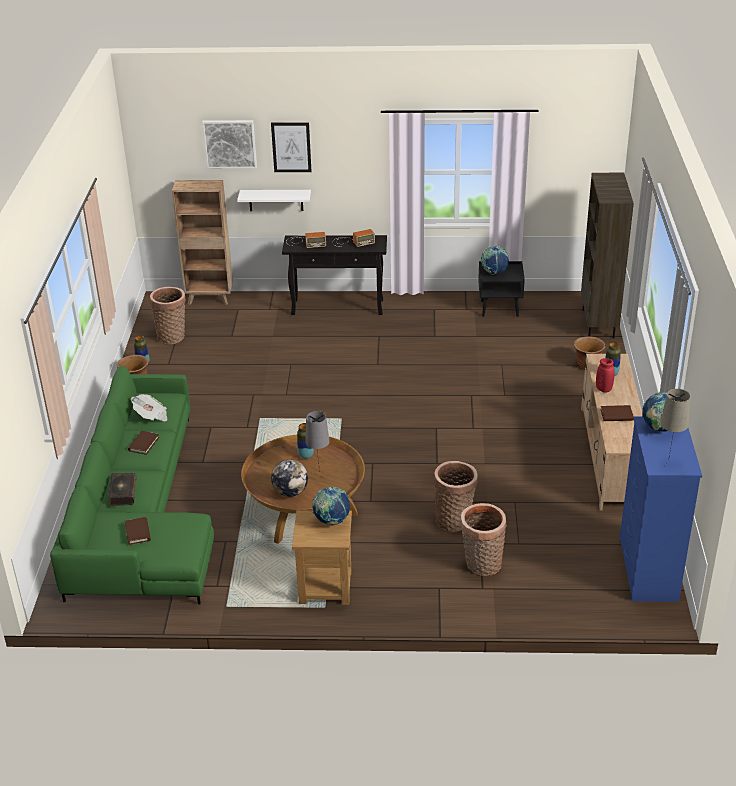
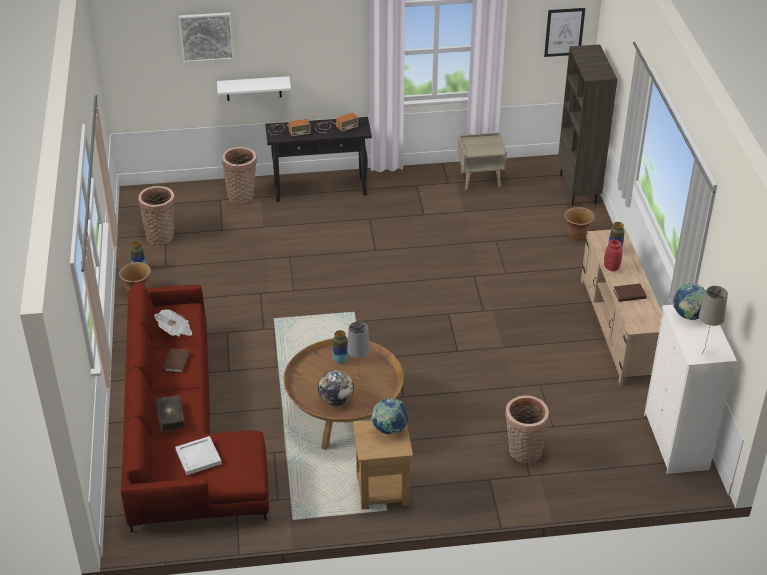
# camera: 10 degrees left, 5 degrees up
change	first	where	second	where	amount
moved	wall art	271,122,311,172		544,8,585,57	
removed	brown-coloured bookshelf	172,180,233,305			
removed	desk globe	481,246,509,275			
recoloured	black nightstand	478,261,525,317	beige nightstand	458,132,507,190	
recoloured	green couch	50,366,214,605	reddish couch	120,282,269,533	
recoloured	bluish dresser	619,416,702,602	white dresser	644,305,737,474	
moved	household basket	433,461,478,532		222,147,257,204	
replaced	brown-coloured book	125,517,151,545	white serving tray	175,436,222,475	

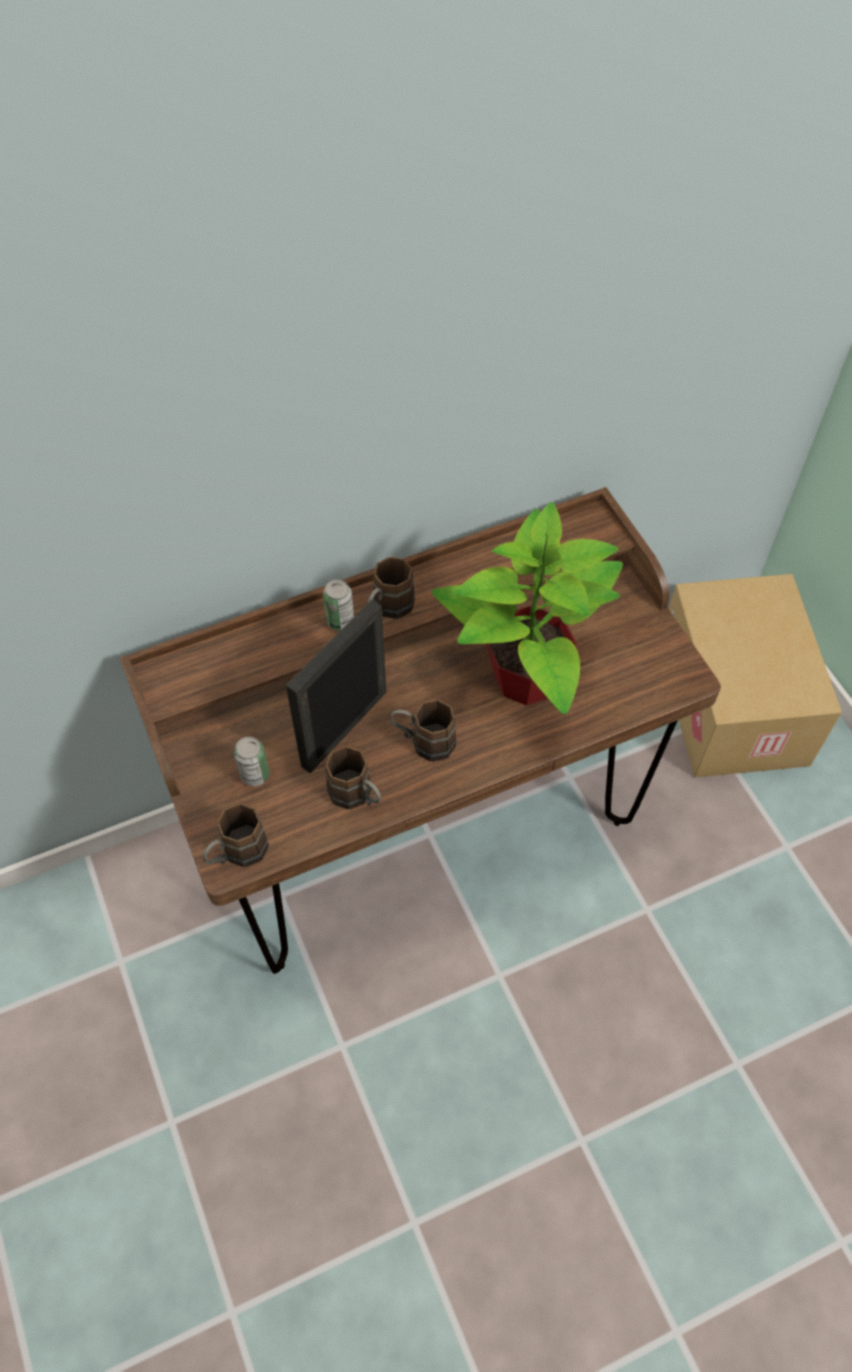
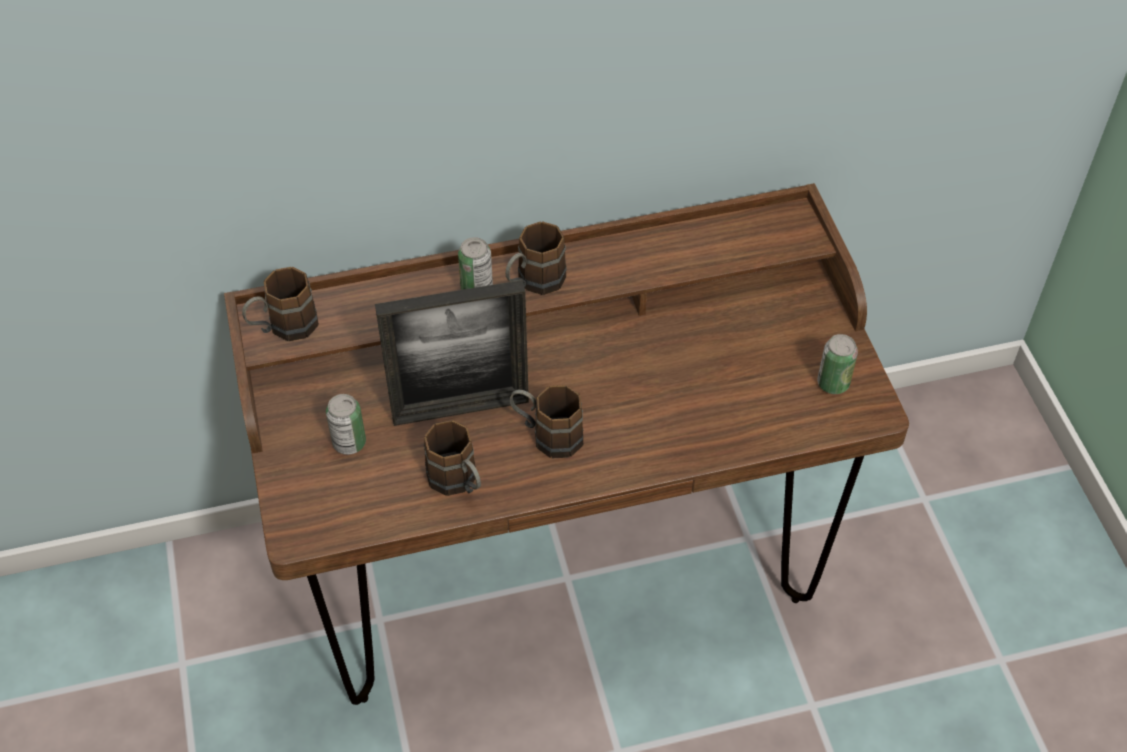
# camera: 10 degrees right, 5 degrees down
change	first	where	second	where	amount
removed	potted plant	432,502,623,714			
removed	packing box	669,574,842,778			
turned	photo frame	286,600,386,773		375,280,529,426	150 degrees counterclockwise
moved	brown-coloured tea mug	203,803,269,867		242,267,319,341	
added			metal can	817,334,858,394	

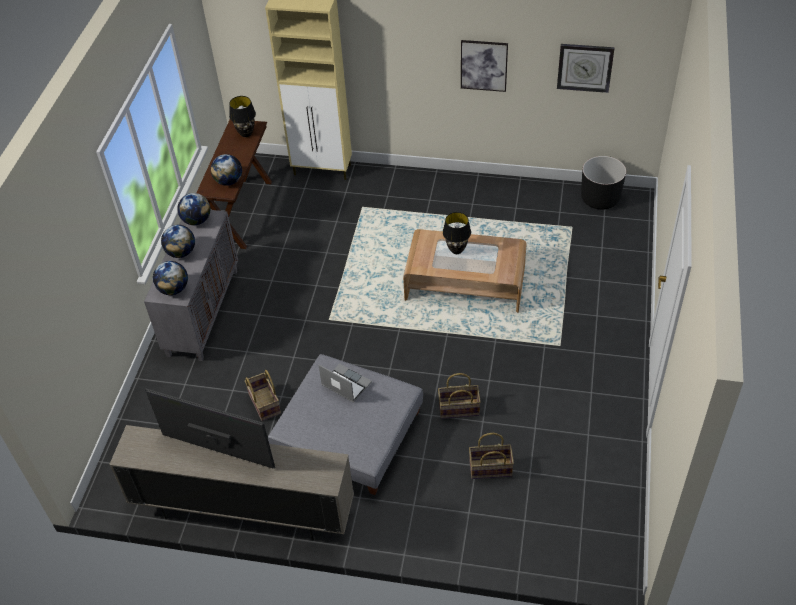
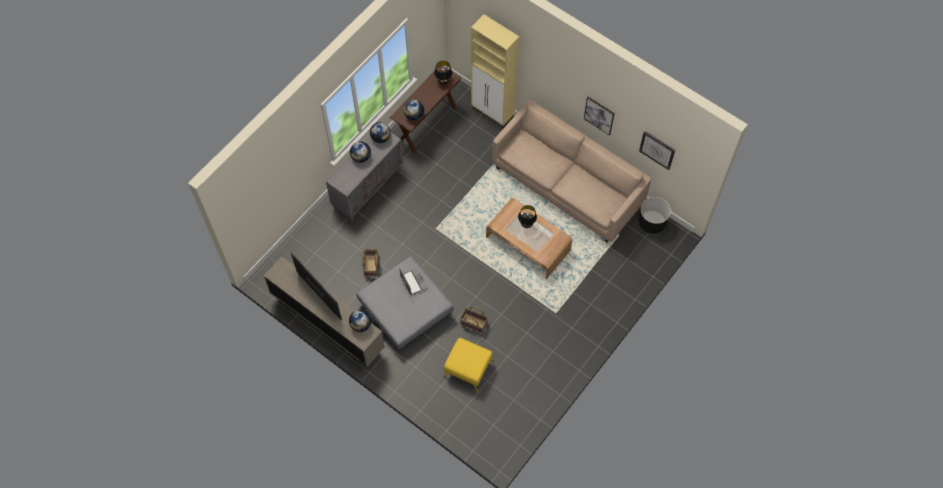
# camera: 25 degrees right, 15 degrees up
change	first	where	second	where	amount
moved	desk globe	153,261,188,295		349,309,372,332	
replaced	household basket	469,433,514,479	yellow-coloured ottoman	443,338,493,392	
added			beige couch	492,100,651,243	

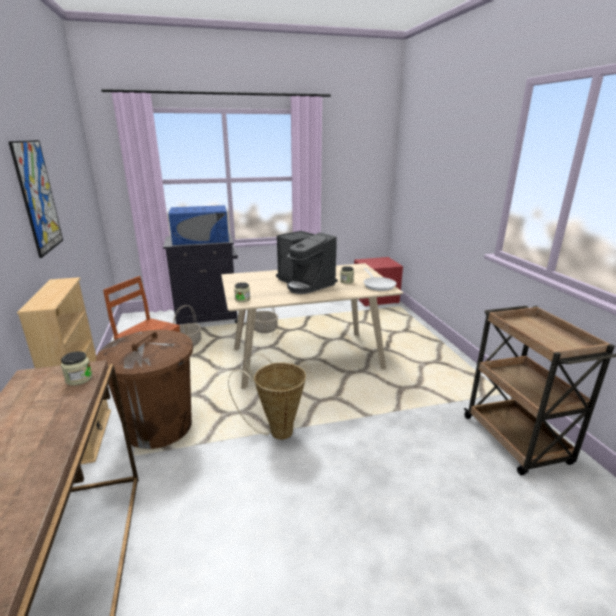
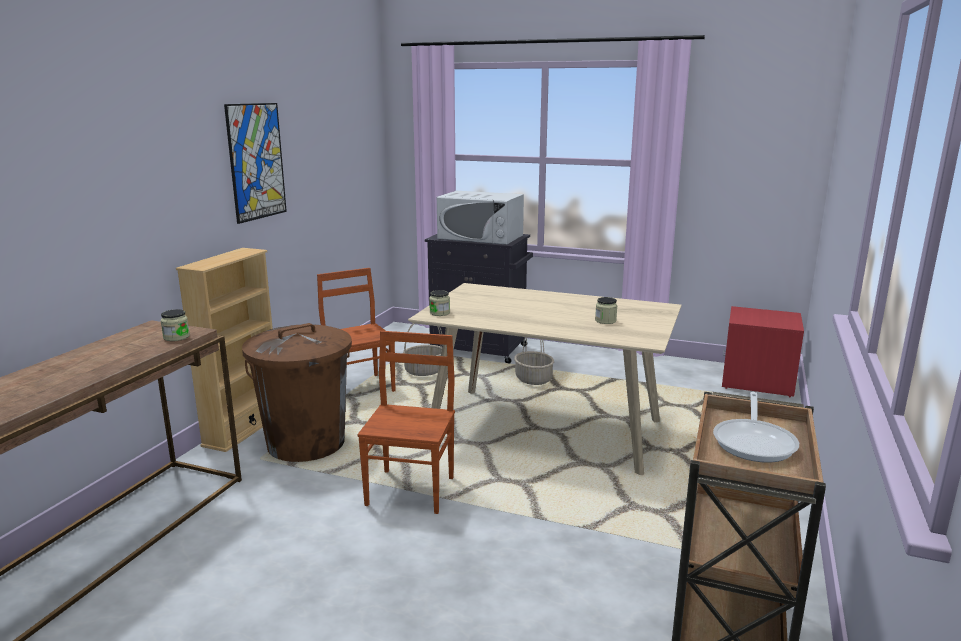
# camera: 35 degrees right, 5 degrees down
change	first	where	second	where	amount
recoloured	bluish microwave oven	168,205,229,245	white microwave oven	437,191,524,244	
removed	coffee brewer	276,231,338,294			
moved	pan	363,268,396,291		713,392,799,463	
replaced	household basket	228,354,306,440	brown-coloured chair	357,331,455,514	

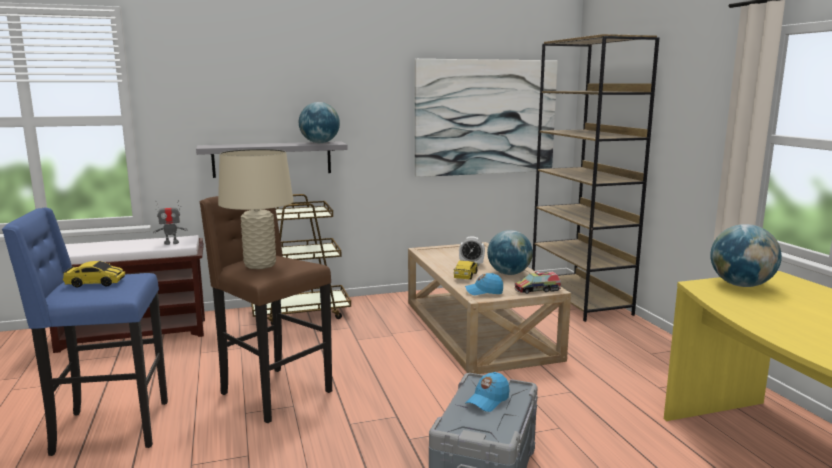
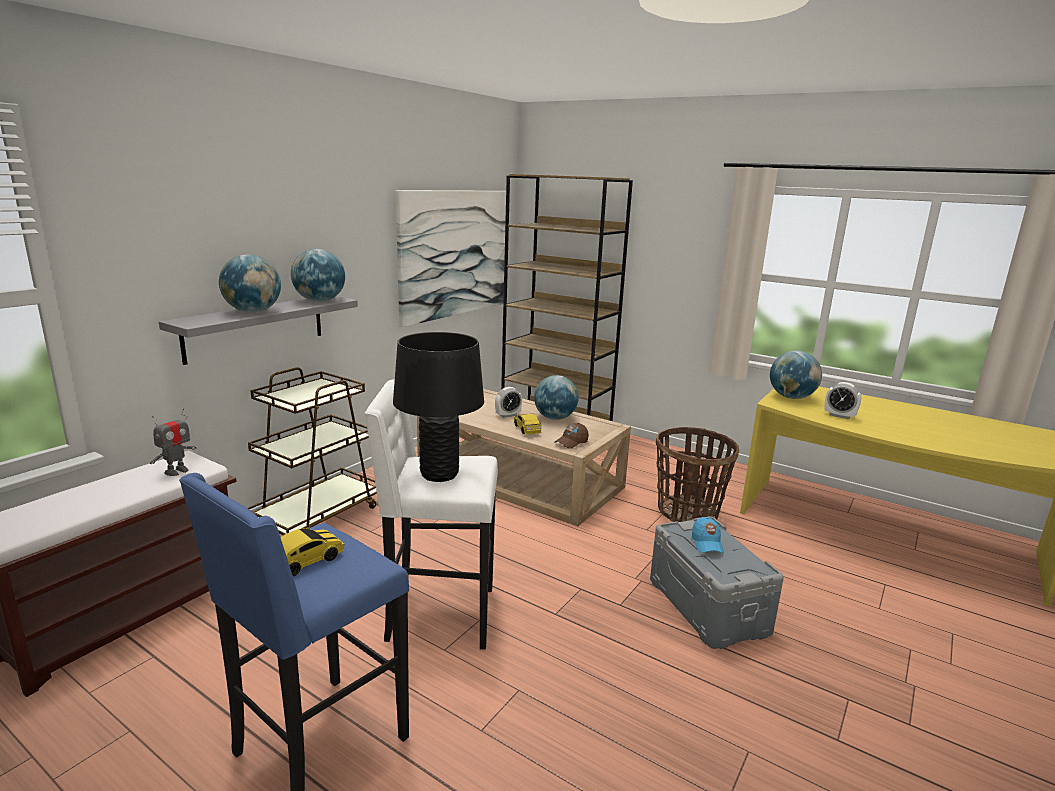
# camera: 40 degrees left, 5 degrees up
change	first	where	second	where	amount
recoloured	beige lamp for a table	218,149,293,269	black lamp for a table	393,332,484,482	
recoloured	brown-coloured stool seat	199,196,332,423	white stool seat	365,379,498,649	
removed	toy lorry	514,271,561,294			
recoloured	bluish cap	465,273,503,295	brown-coloured cap	555,423,589,449	
added			desk globe	219,254,281,313	
added			table clock	825,382,862,420	
added			household basket	656,427,739,522	

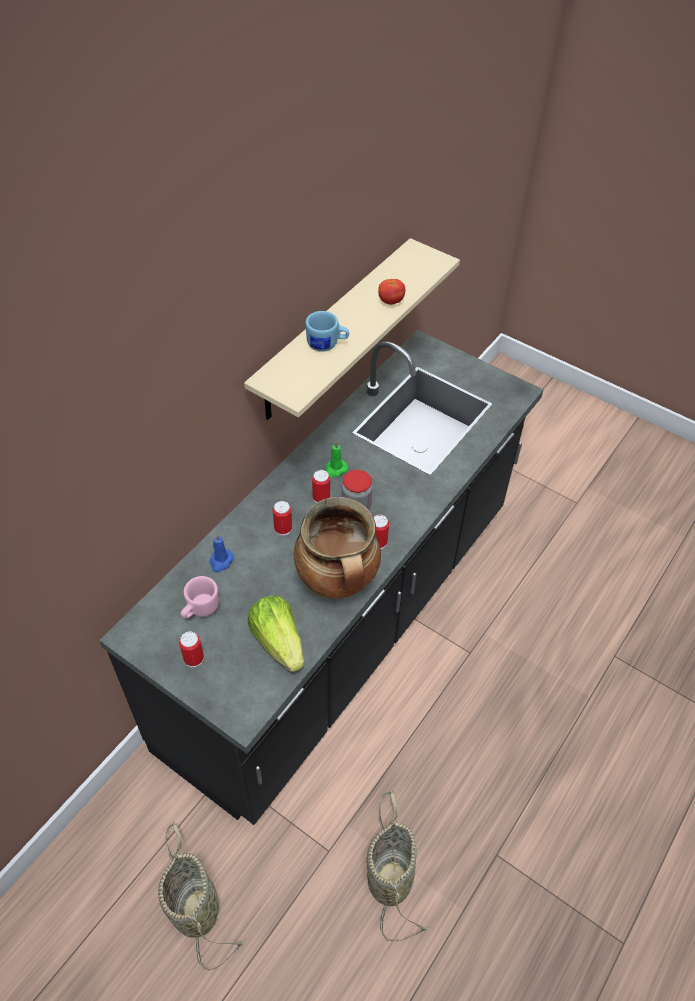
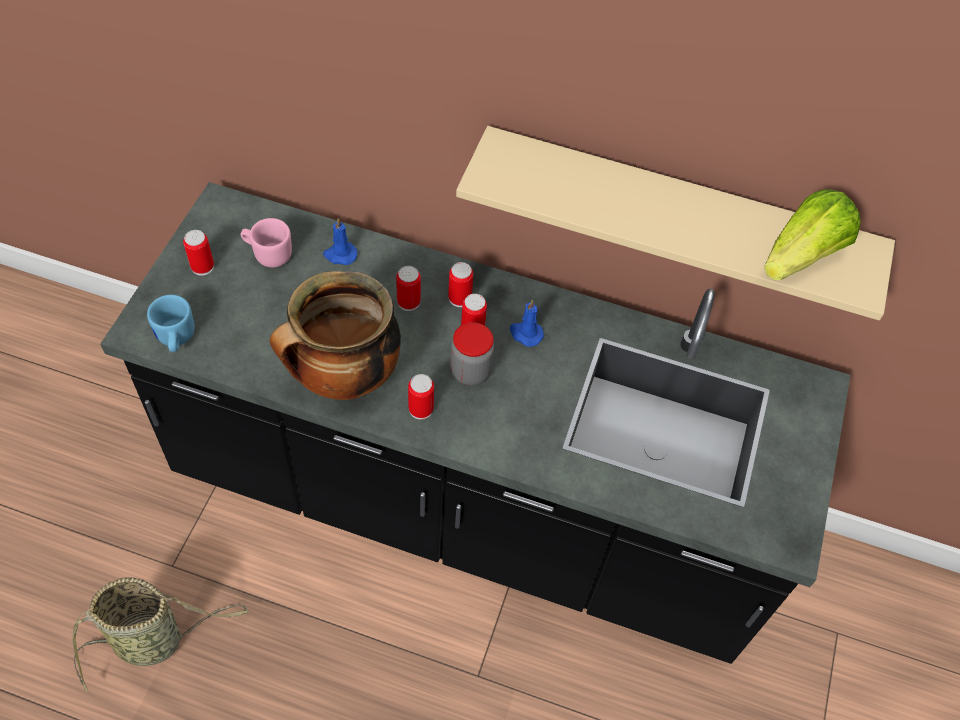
# camera: 70 degrees right, 5 degrees up
change	first	where	second	where	amount
removed	whole tomato	378,279,405,305			
moved	bluish tea mug	306,311,349,352		147,295,194,352	
recoloured	green candle	325,441,348,477	bluish candle	510,300,544,347	
moved	head of lettuce	248,596,304,672		764,189,861,280	
removed	household basket	158,822,245,971			
added			metal can	448,262,473,307	

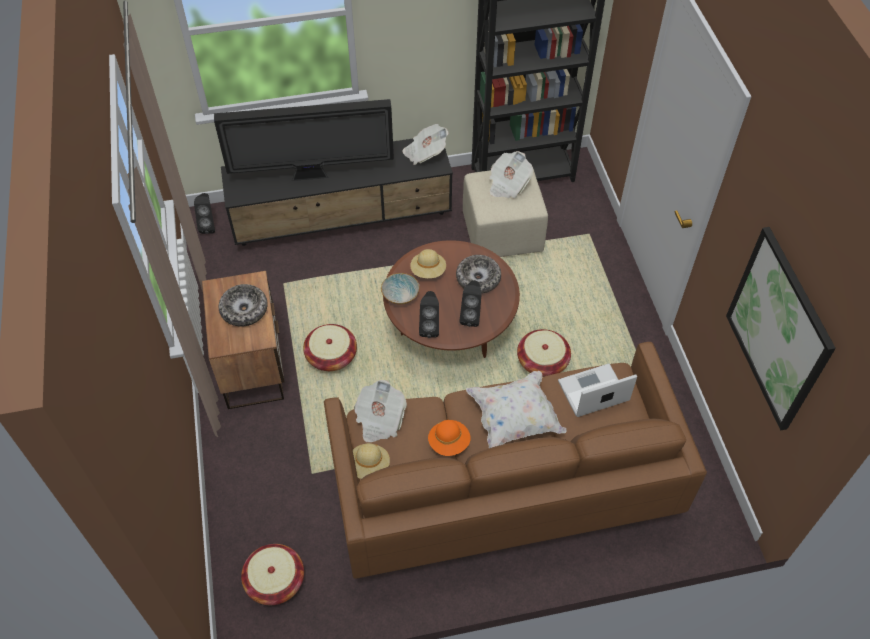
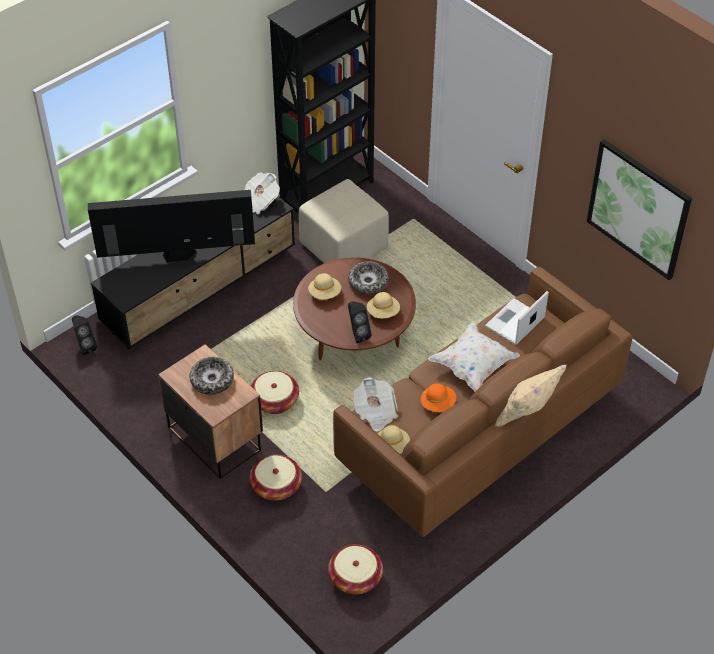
# camera: 30 degrees left, 5 degrees down
change	first	where	second	where	amount
turned	TV	214,99,394,181		88,190,255,263	150 degrees counterclockwise
removed	printed paper	489,151,533,199			
removed	serving bowl	381,273,420,304			
replaced	black speaker	459,280,482,327	beige clothing hat	367,292,400,319	
moved	household basket	517,329,571,377		250,455,302,501	
added			beige pillow	495,365,567,427	

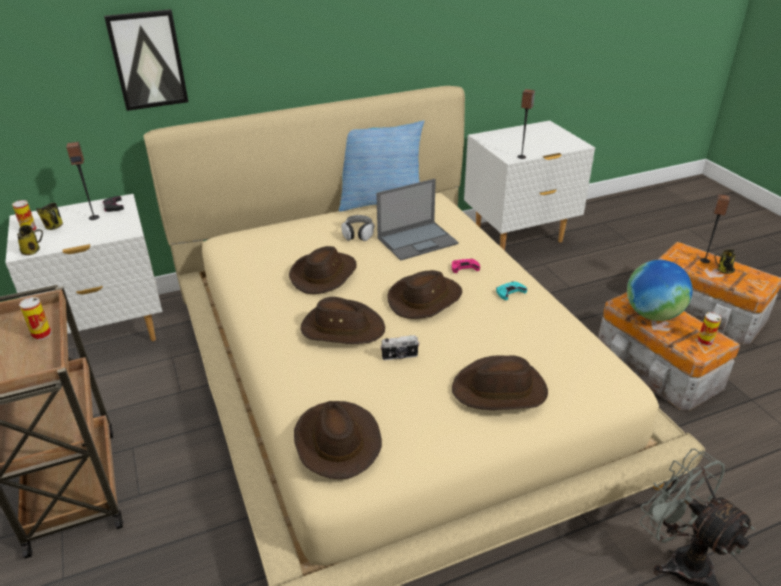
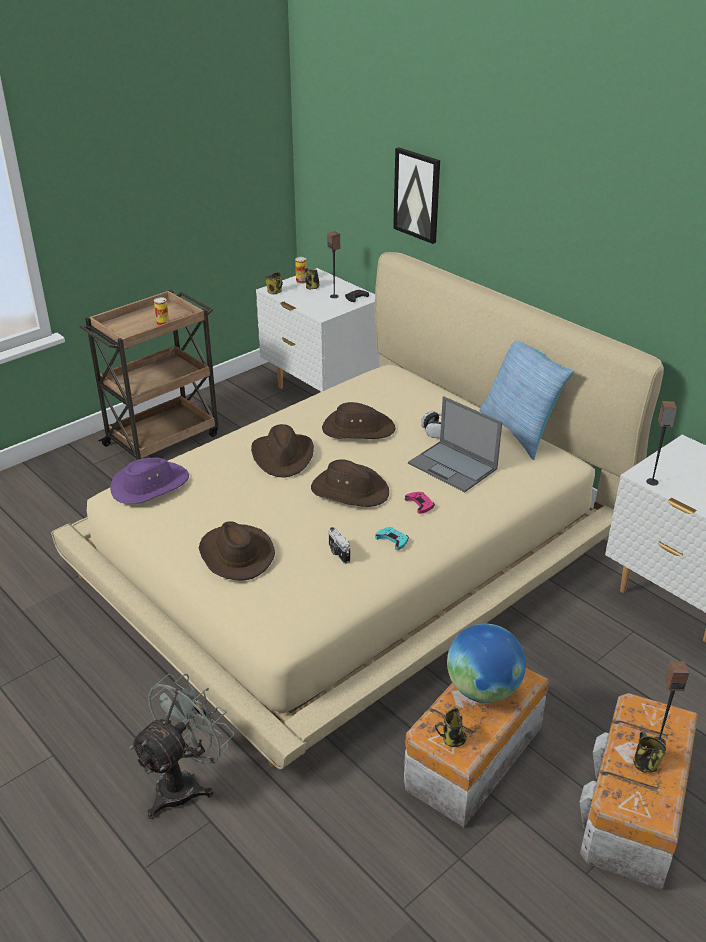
# camera: 70 degrees right, 0 degrees up
change	first	where	second	where	amount
replaced	metal can	698,312,722,346	tea mug	435,708,467,747	
moved	still camera	380,335,419,360		328,527,350,564	
recoloured	brown-coloured clothing hat	294,401,382,479	purple-coloured clothing hat	110,458,189,504	

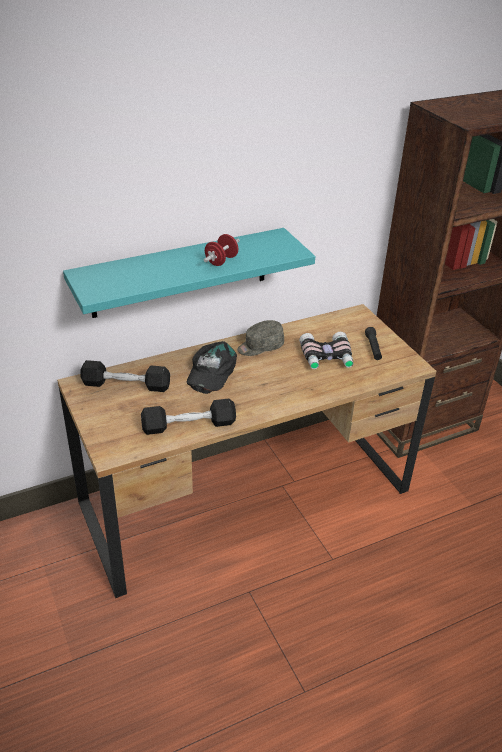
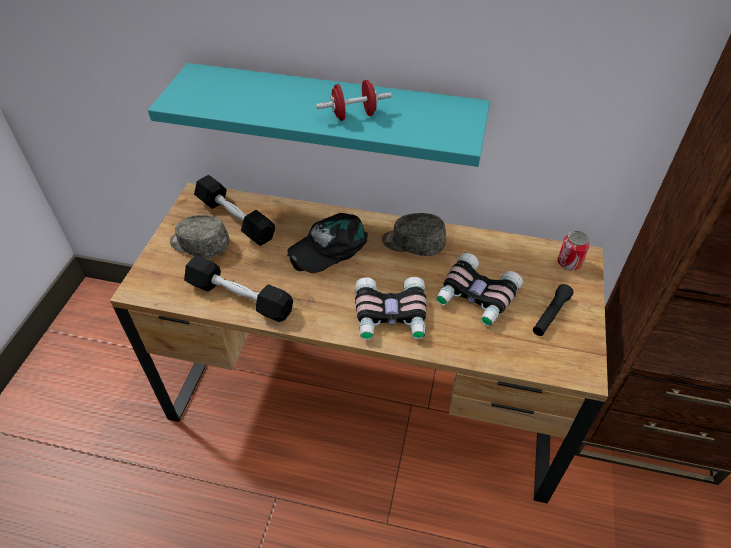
# camera: 40 degrees right, 10 degrees up
change	first	where	second	where	amount
added			grey cap	170,215,230,258	
added			metal can	558,231,590,271	
added			field glasses	355,277,427,340	

